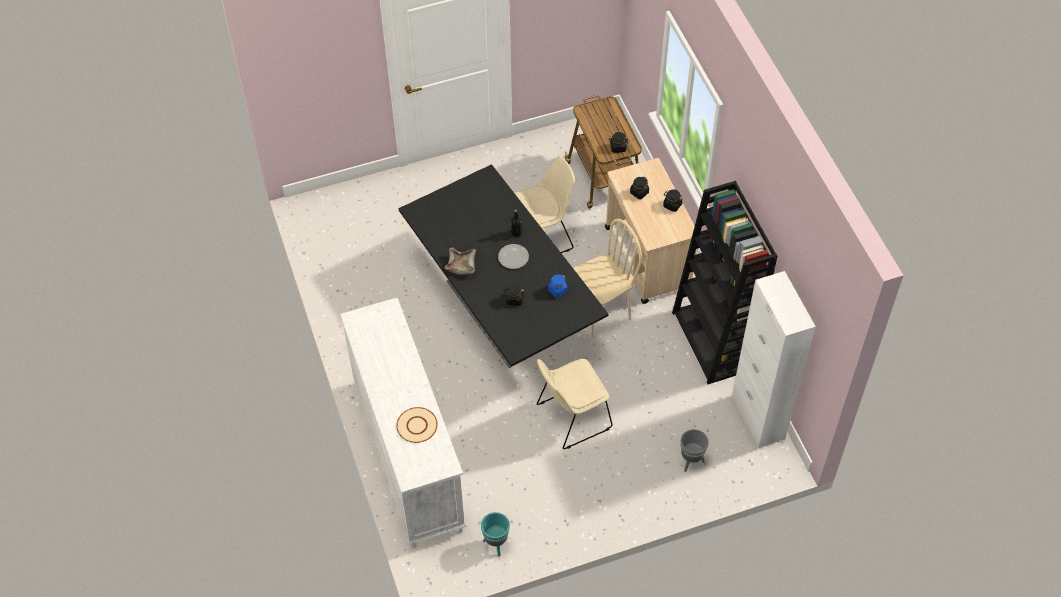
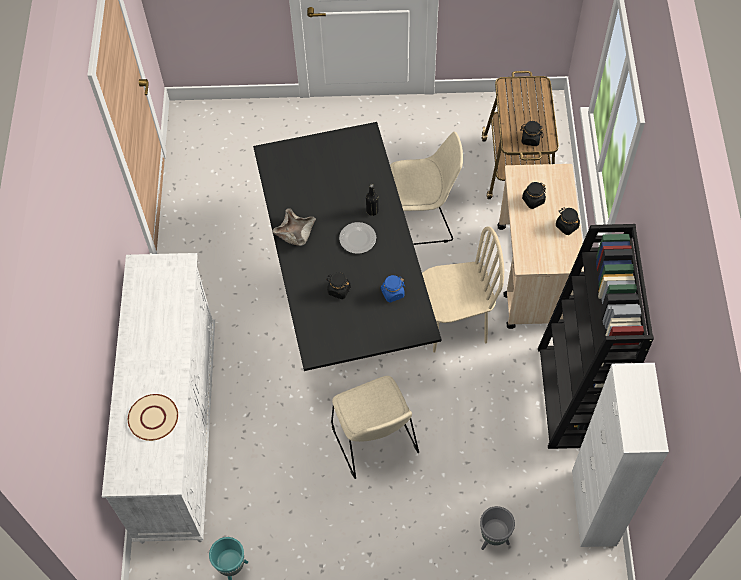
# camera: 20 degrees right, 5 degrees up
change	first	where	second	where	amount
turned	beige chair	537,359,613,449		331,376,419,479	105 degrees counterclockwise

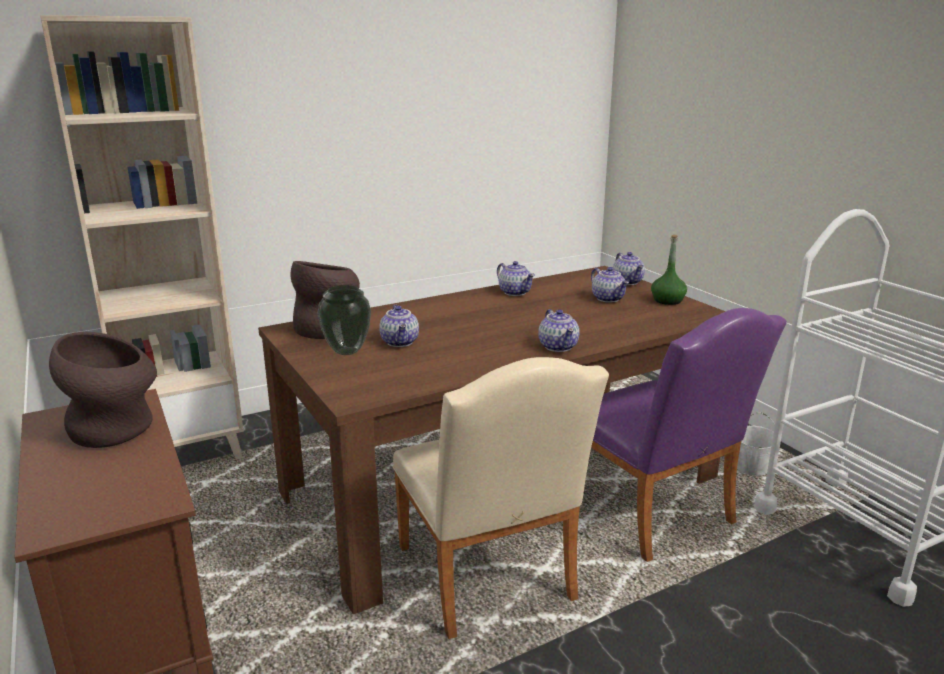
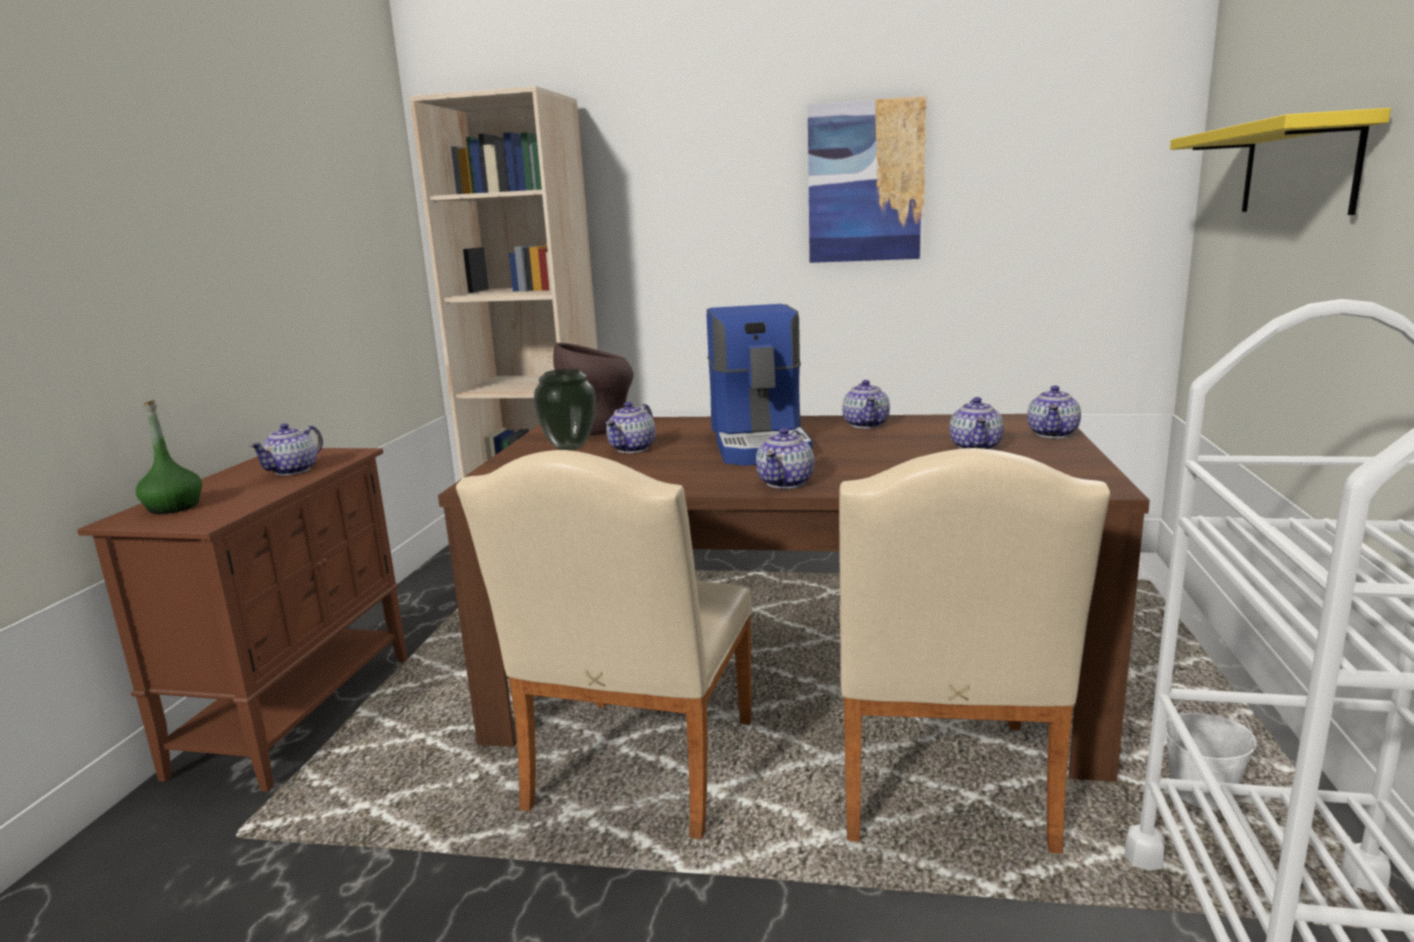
# camera: 40 degrees right, 5 degrees down
change	first	where	second	where	amount
moved	green beverage bottle	651,235,687,305		136,400,202,514	
recoloured	purple-coloured chair	591,308,787,562	beige chair	839,448,1110,853	
replaced	brown-coloured decorative vase	49,332,157,448	pot for tea	249,423,323,476	
added			wall art	808,96,926,263	
added			yellow-coloured bracket shelf	1170,108,1391,215	
added			coffee brewer	706,304,812,466	

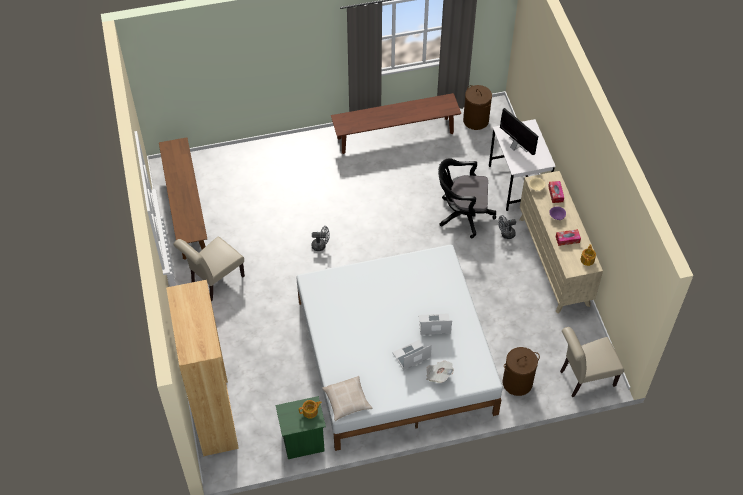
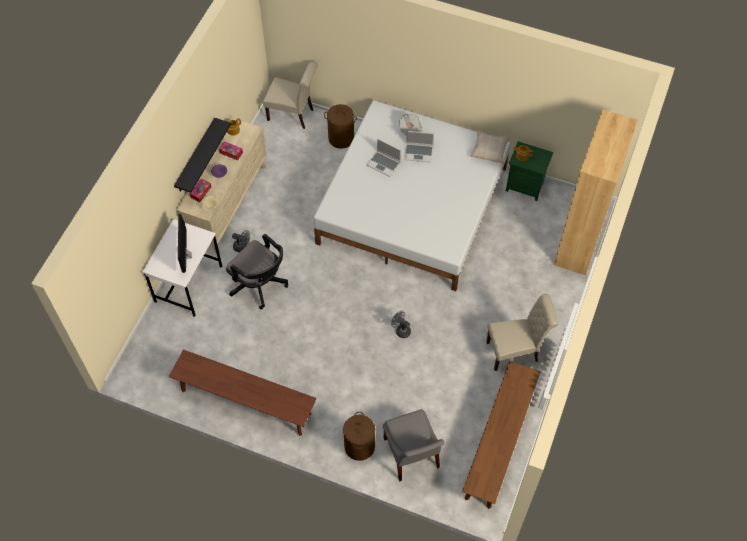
# camera: 145 degrees left, 5 degrees up
change	first	where	second	where	amount
moved	brown-coloured washing basket	463,85,492,130		343,412,375,461	
added			black bracket shelf	174,118,231,193	
added			grey chair	383,409,445,481	

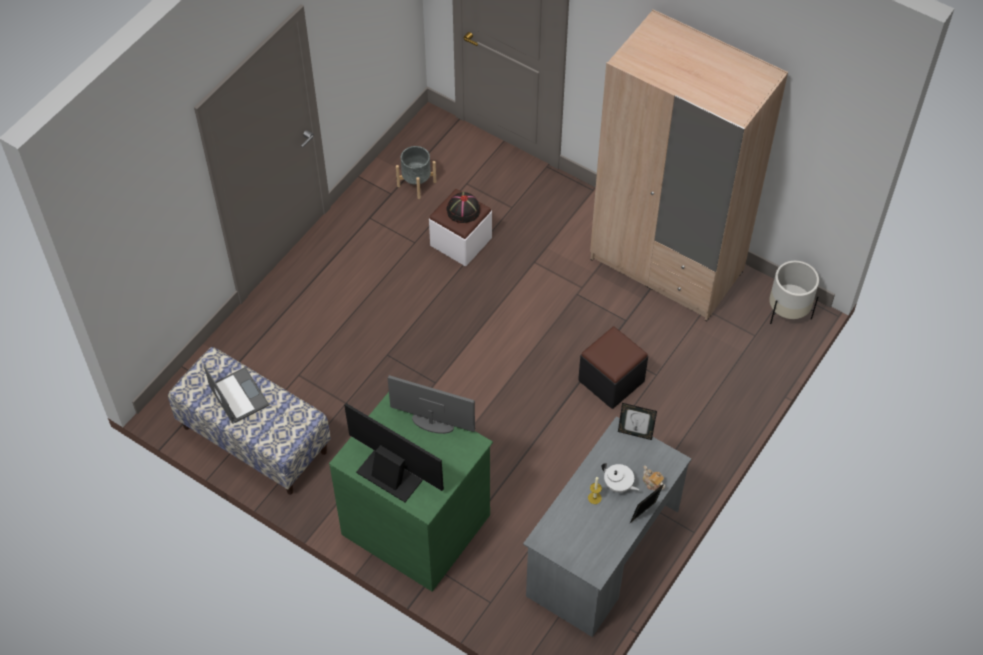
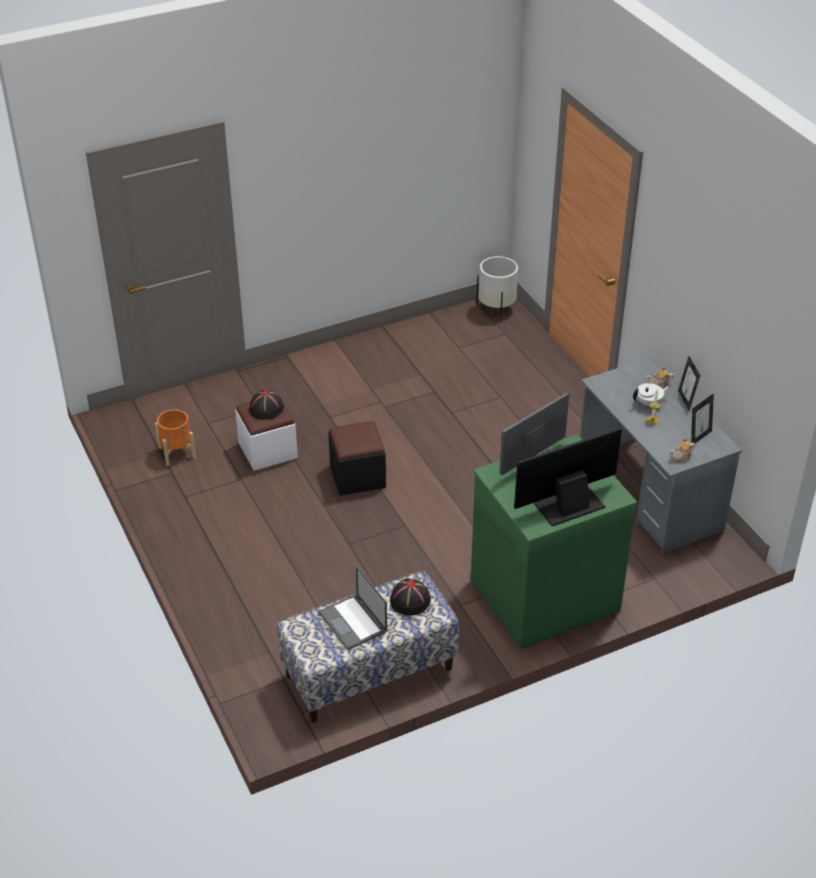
# camera: 60 degrees left, 15 degrees down
change	first	where	second	where	amount
removed	beige clothes cupboard	590,9,788,321			
recoloured	grey flower pot	396,146,436,199	orangey flower pot	155,409,196,466	
moved	black ottoman	578,327,648,409		328,421,386,496	
turned	portable computer	204,365,269,424		318,566,387,650	120 degrees counterclockwise
moved	photo frame	618,403,657,440		691,393,714,444	
added			pot for tea	670,437,695,463	
added			black clothing hat	390,578,431,616	

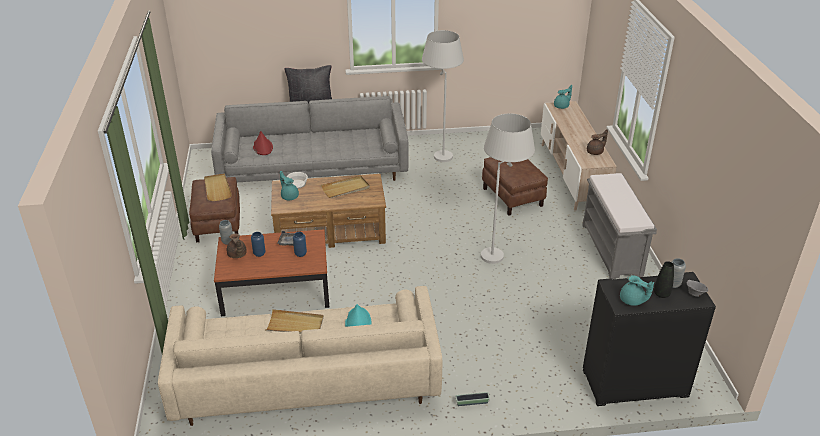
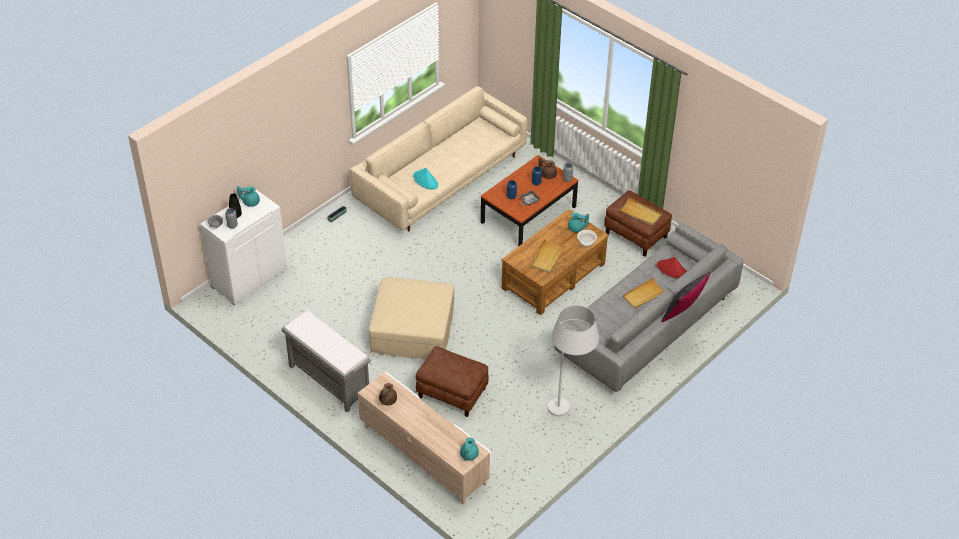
# camera: 140 degrees right, 10 degrees up
change	first	where	second	where	amount
replaced	white floor lamp	481,114,535,264	beige ottoman	369,277,454,359	
recoloured	black cupboard	583,272,716,406	white cupboard	200,190,287,305	
moved	beige serving tray	265,309,324,334		622,278,664,309	

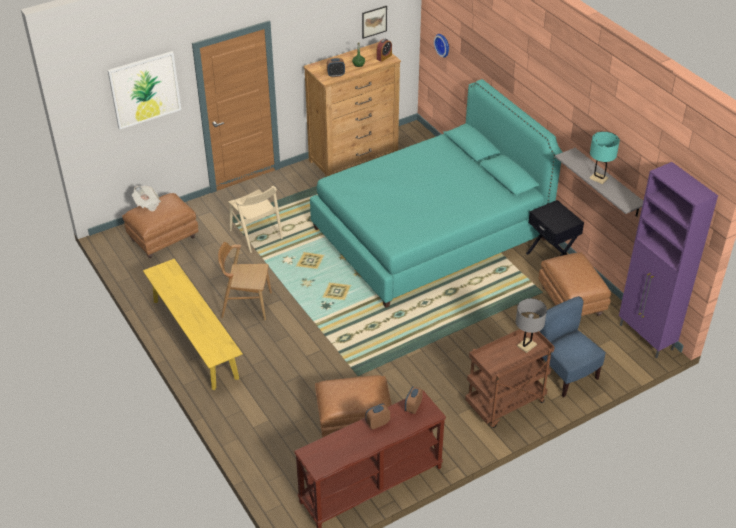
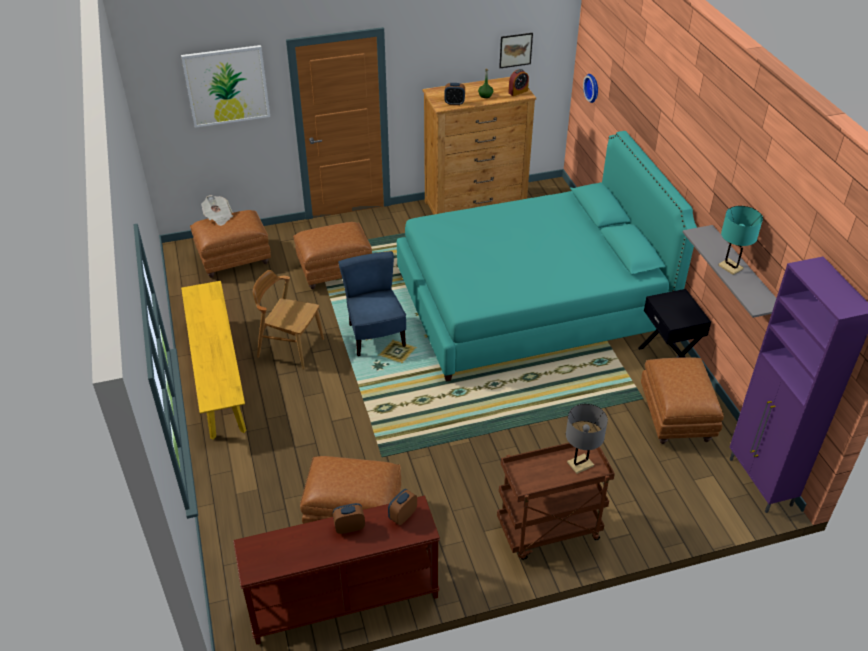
# camera: 15 degrees right, 0 degrees up
change	first	where	second	where	amount
replaced	beige chair	228,186,283,253	brown-coloured ottoman	293,222,372,289	
moved	bluish chair	539,296,606,397		338,251,406,356	

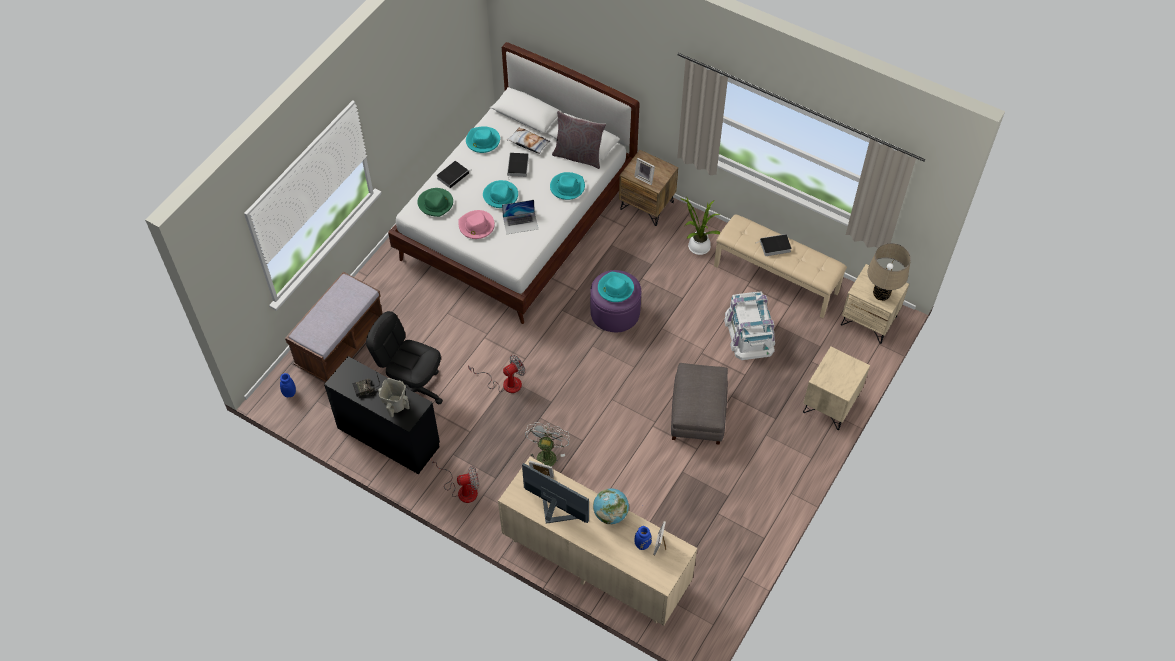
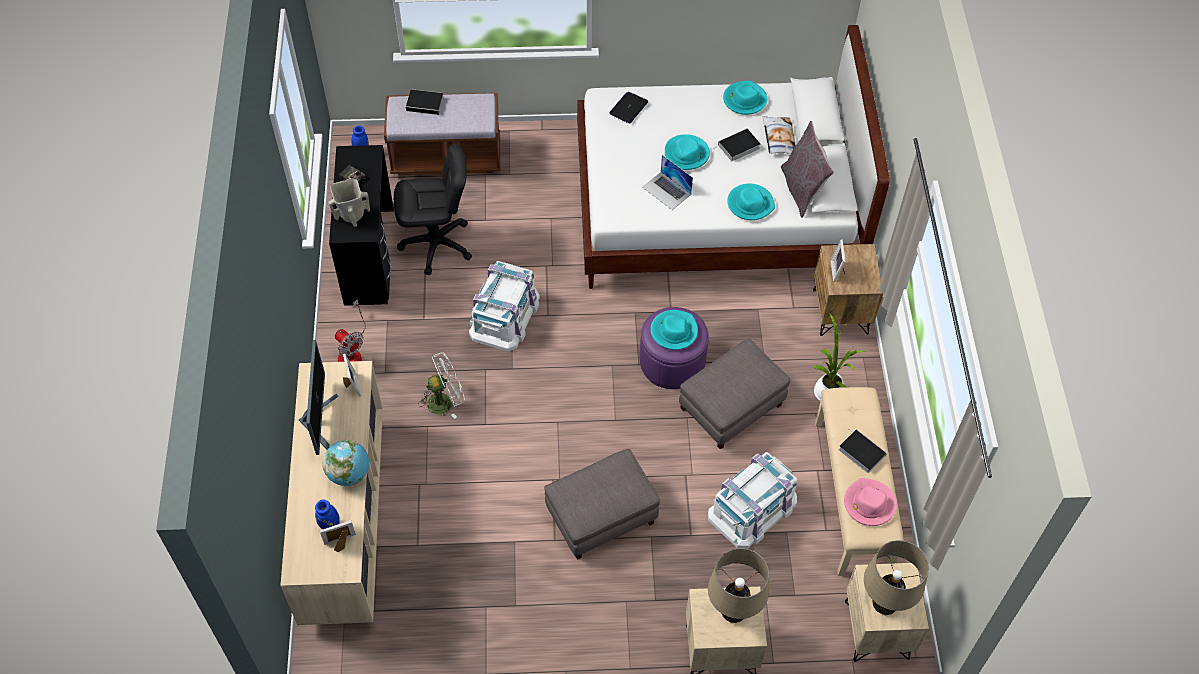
# camera: 55 degrees right, 0 degrees up
change	first	where	second	where	amount
moved	book	436,161,470,188		406,89,446,115	
replaced	green clothing hat	417,188,453,217	portable computer	609,92,648,124	
moved	pink-coloured clothing hat	458,210,495,239		844,478,897,526	
turned	black office chair	366,311,443,404		394,144,472,275	90 degrees clockwise
replaced	electric fan	468,355,525,393	white storage container	469,261,540,352	
added			grey ottoman	679,339,791,450	
added			beige lamp for a table	708,548,769,623	

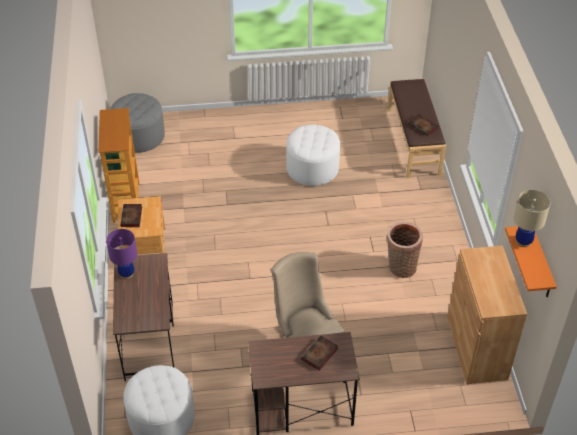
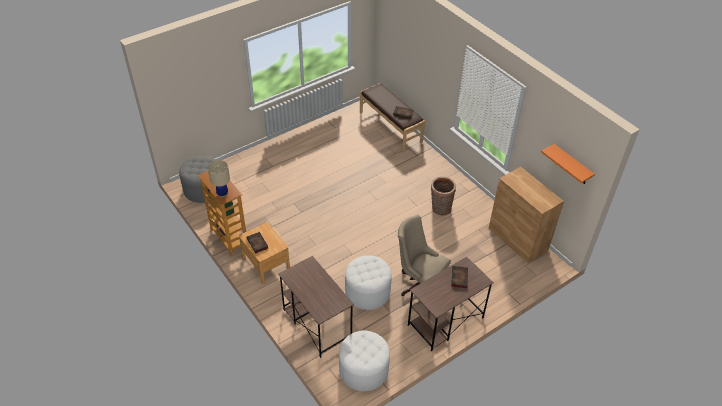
# camera: 30 degrees left, 0 degrees up
change	first	where	second	where	amount
moved	white ottoman	286,124,340,186		345,256,392,310	
moved	beige lamp for a table	514,190,550,247		208,160,230,198	
removed	purple-coloured lamp for a table	106,229,137,279			

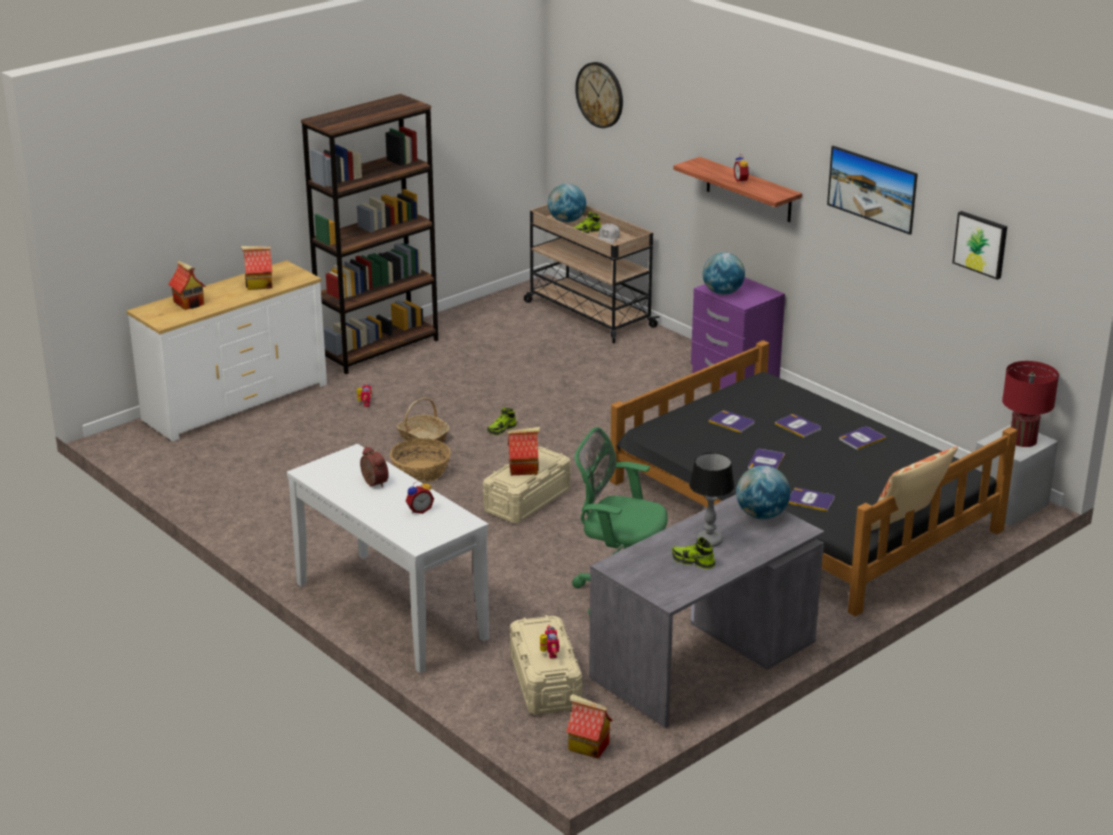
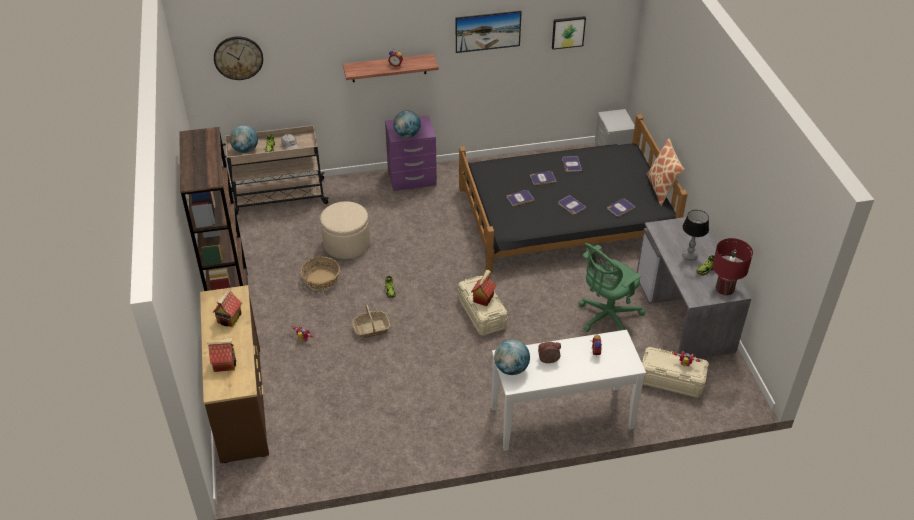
# camera: 60 degrees left, 15 degrees up
change	first	where	second	where	amount
recoloured	white dresser	127,260,327,442	brown-coloured dresser	200,285,269,463	
moved	reddish lamp for a table	1002,361,1059,447		712,238,753,295	
moved	household basket	390,438,451,483		300,257,340,290	
moved	desk globe	736,465,790,519		494,339,530,375	
removed	model house	566,694,613,759			
added			beige ottoman	320,201,370,259	

